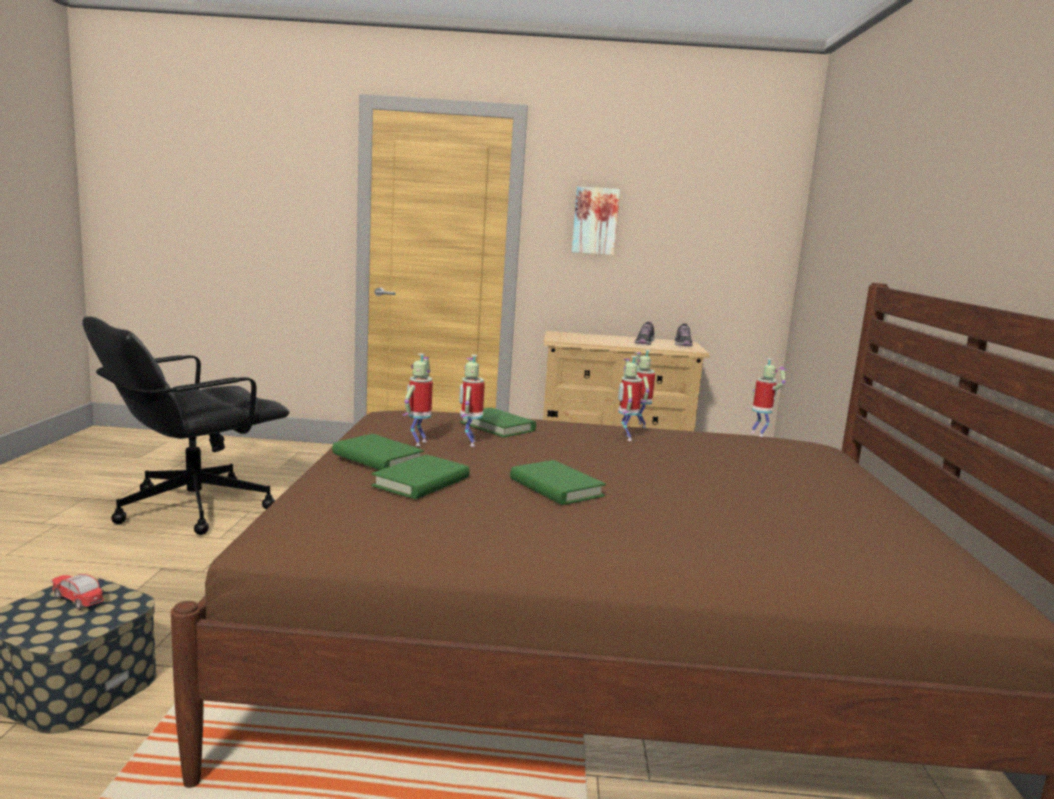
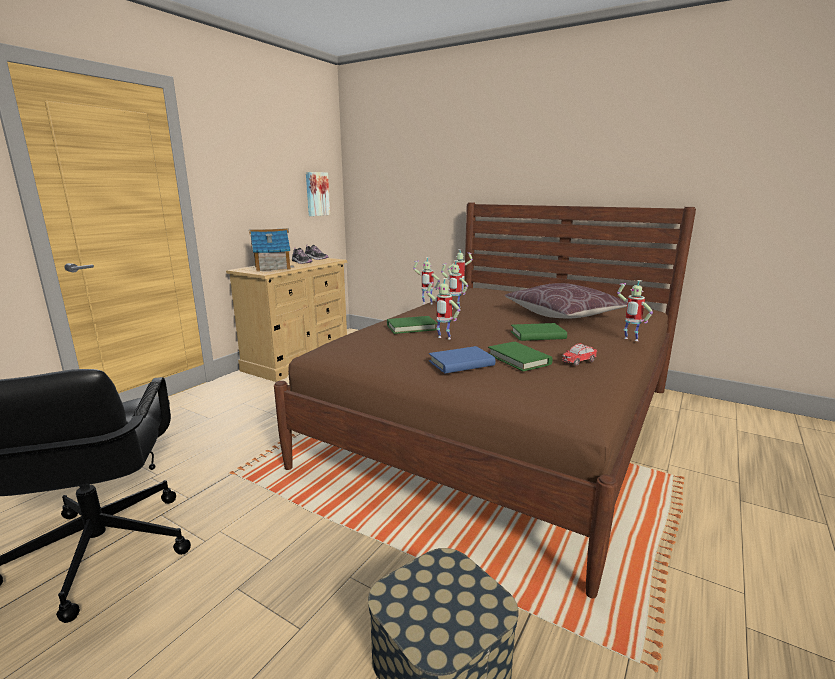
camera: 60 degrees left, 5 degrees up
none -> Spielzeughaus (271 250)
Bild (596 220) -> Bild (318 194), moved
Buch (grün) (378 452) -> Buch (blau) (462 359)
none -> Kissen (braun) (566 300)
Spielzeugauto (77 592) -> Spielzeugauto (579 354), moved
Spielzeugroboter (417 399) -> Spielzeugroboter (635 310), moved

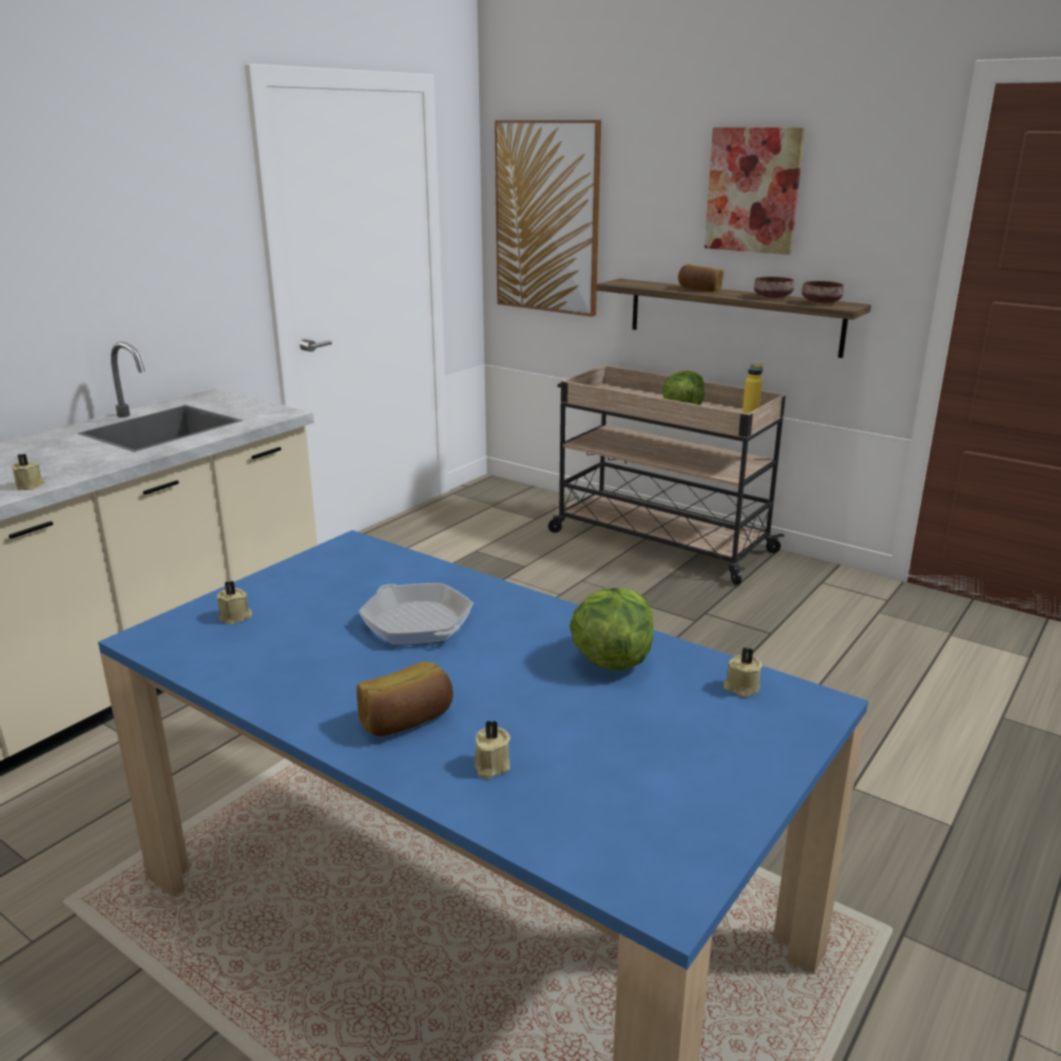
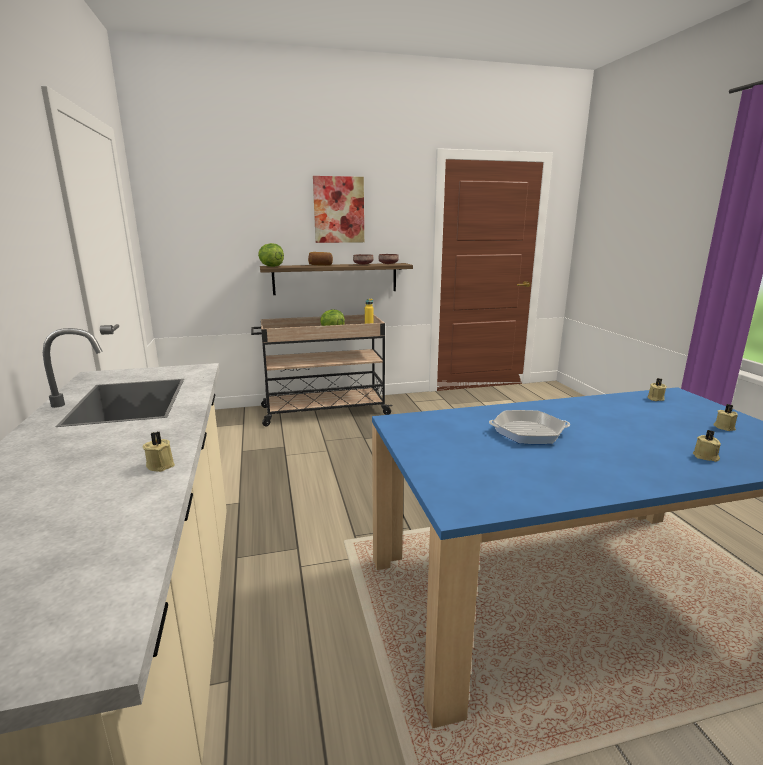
camera: 50 degrees left, 5 degrees down
Salatkopf (611 628) -> Salatkopf (271 255), moved
Kerze (beige) (234 603) -> Kerze (beige) (725 417), moved
Brot (405 698) -> none
Bild (548 218) -> none

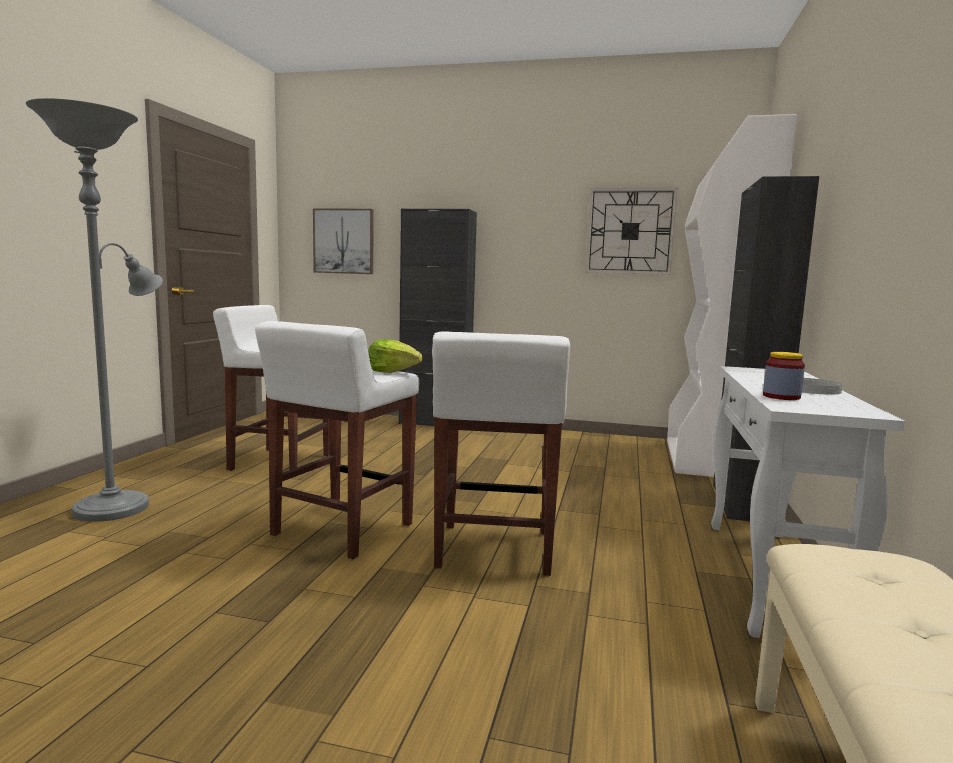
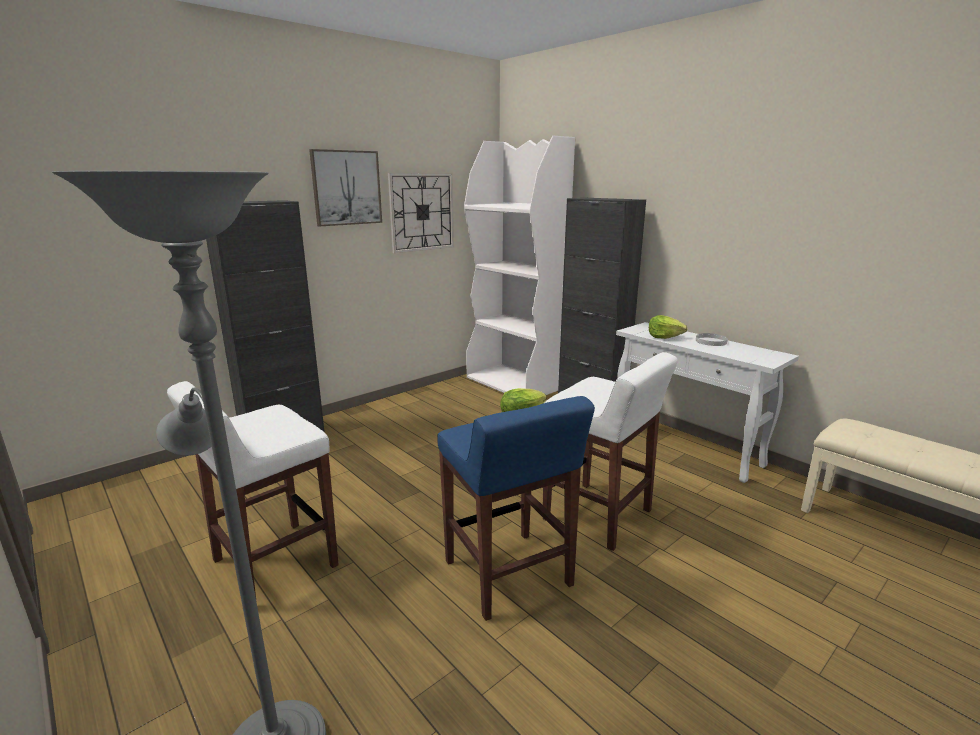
camera: 55 degrees left, 10 degrees up
Bild (343 241) -> Bild (345 187), moved
Hocker (weiß) (337 440) -> Hocker (blau) (516 508)
none -> Salatkopf (668 327)
Vorratsglas (784 376) -> none

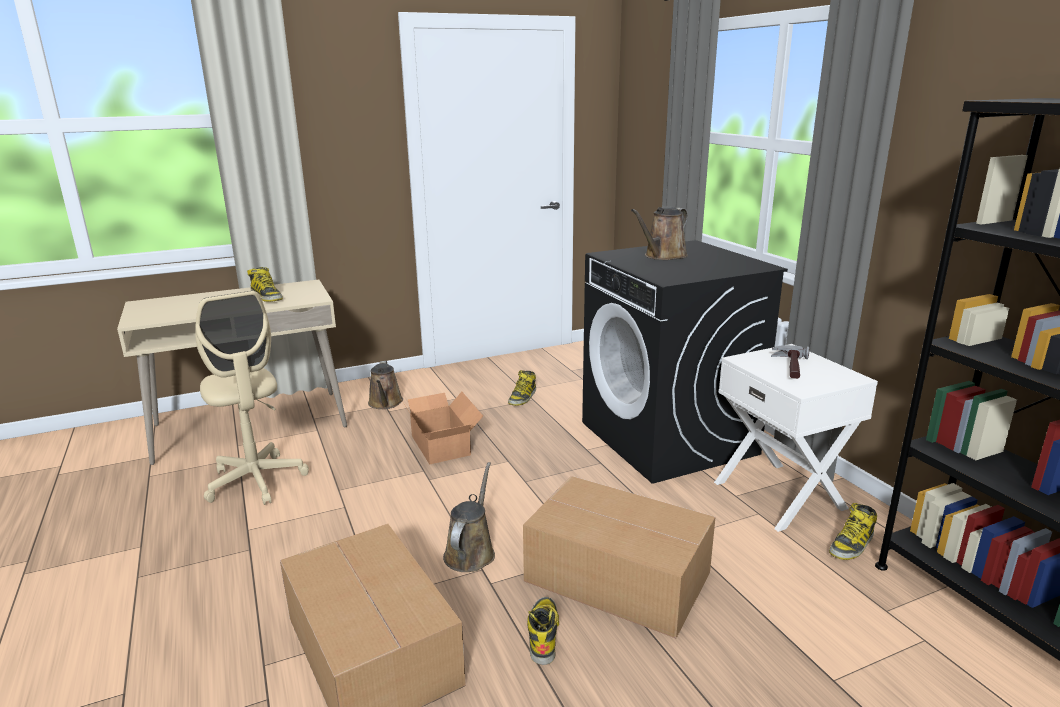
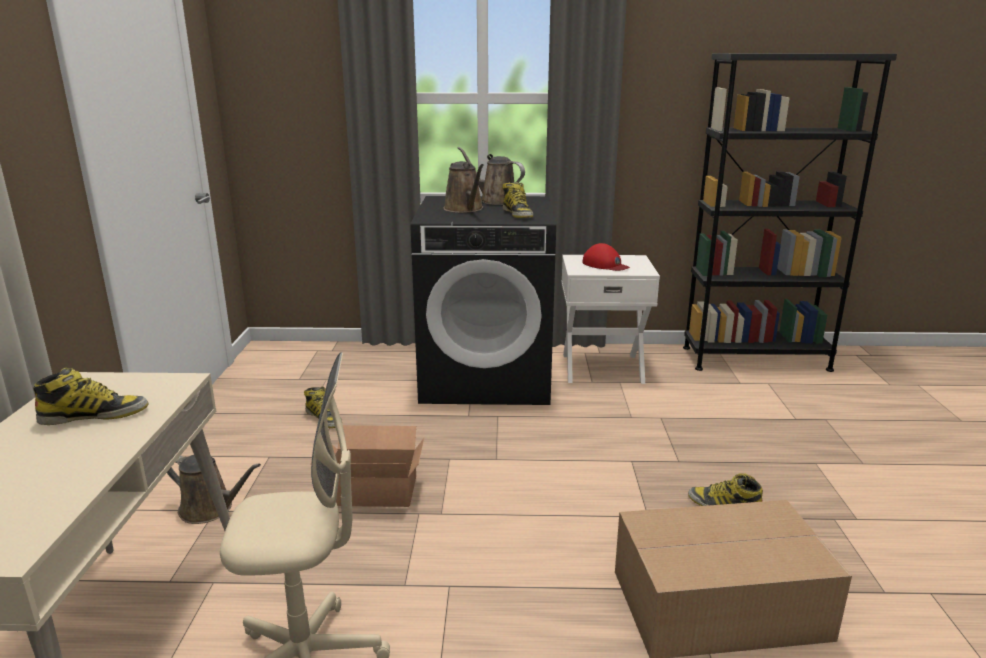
camera: 65 degrees left, 0 degrees up
Gießkanne (braun) (469 517) -> Gießkanne (braun) (491 176), moved
Stiefel (853 531) -> Stiefel (517 200), moved
Hammer (790 362) -> Kappe (rot) (606 257)
Karton (619 557) -> none

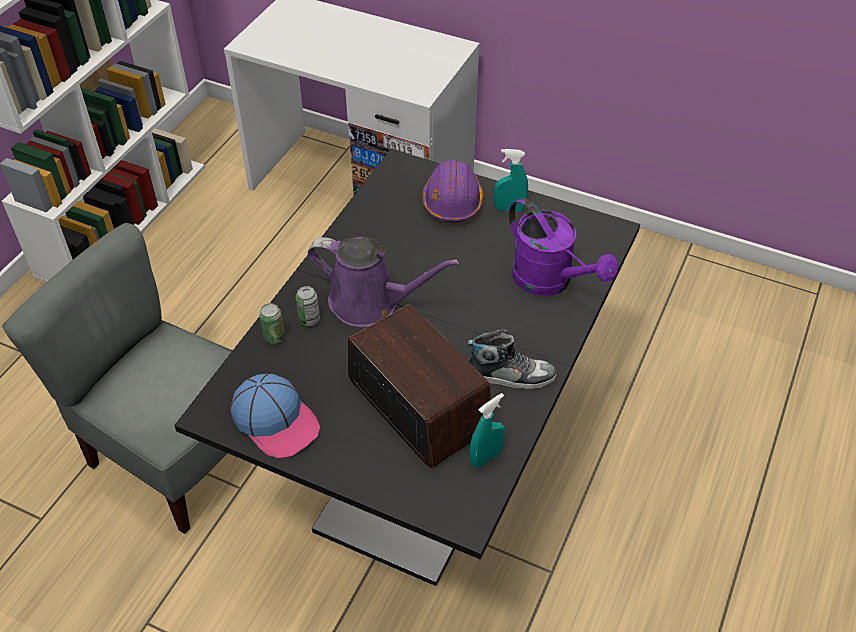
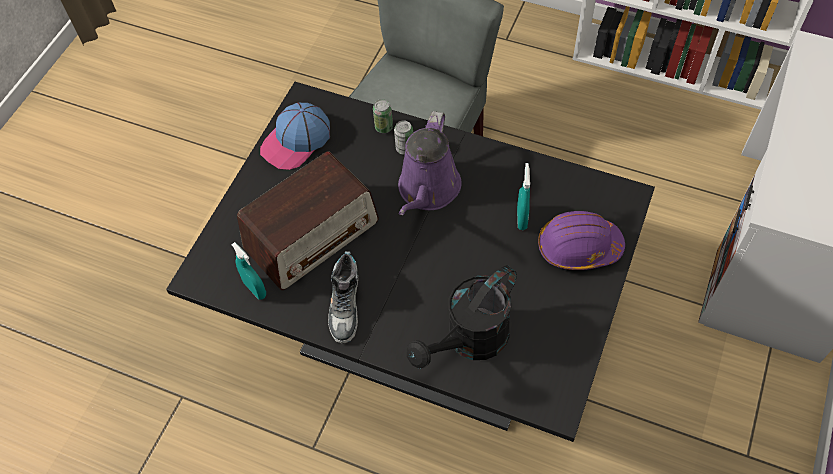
camera: 90 degrees right, 10 degrees up
Gießkanne (lila) (563 247) -> Gießkanne (schwarz) (462 317)
Sprühflasche (türkis) (511 180) -> Sprühflasche (türkis) (523 196), moved

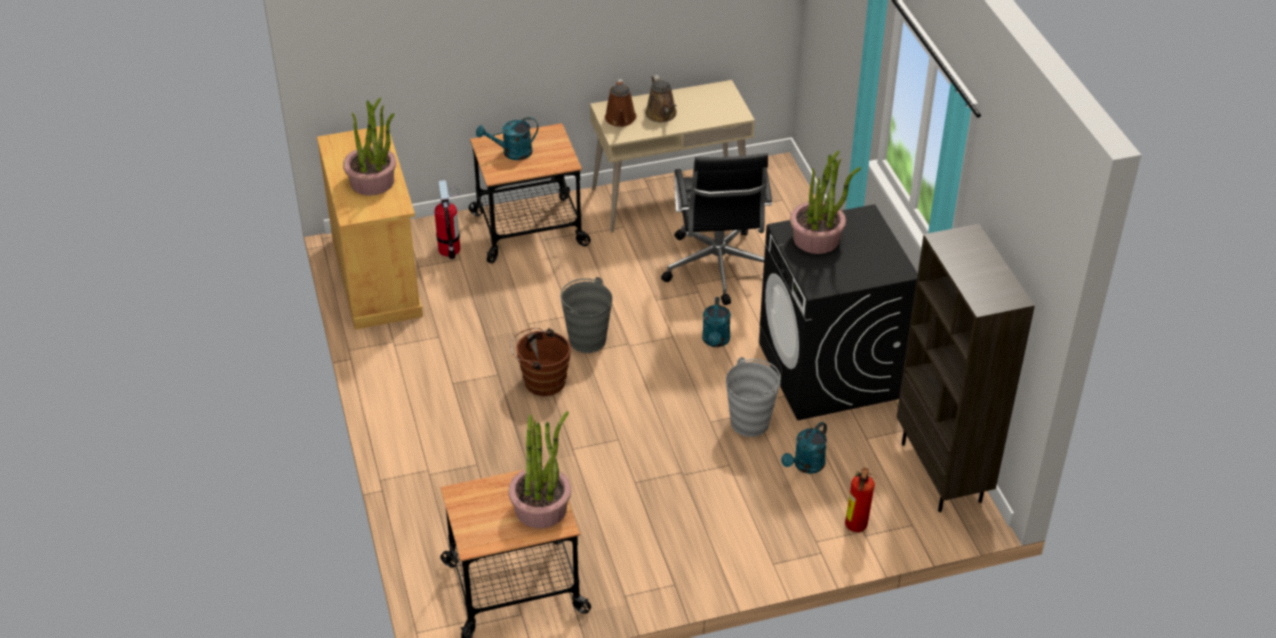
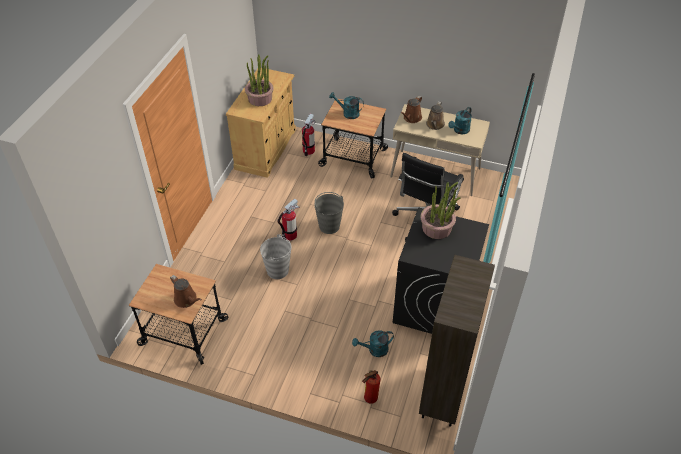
camera: 35 degrees right, 5 degrees up
Topfpflanze (539 469) -> Gießkanne (braun) (186 291)
Eimer (grau) (753 397) -> Eimer (grau) (276 256), moved
Eimer (braun) (541 361) -> Feuerlöscher (288 219)
Gießkanne (türkis) (716 322) -> Gießkanne (türkis) (460 120), moved

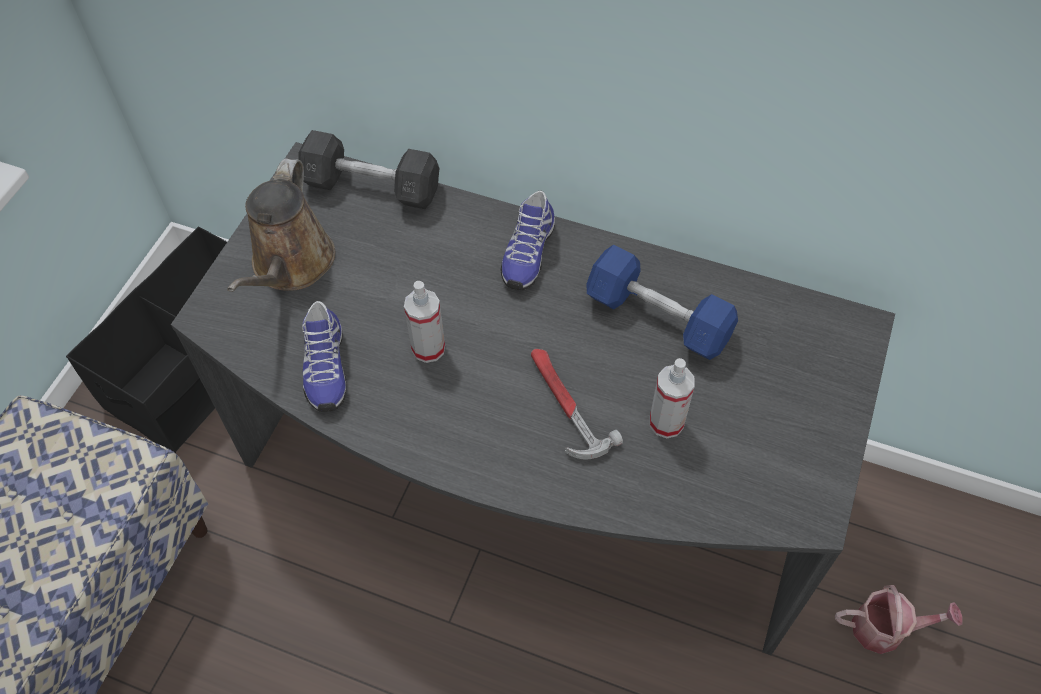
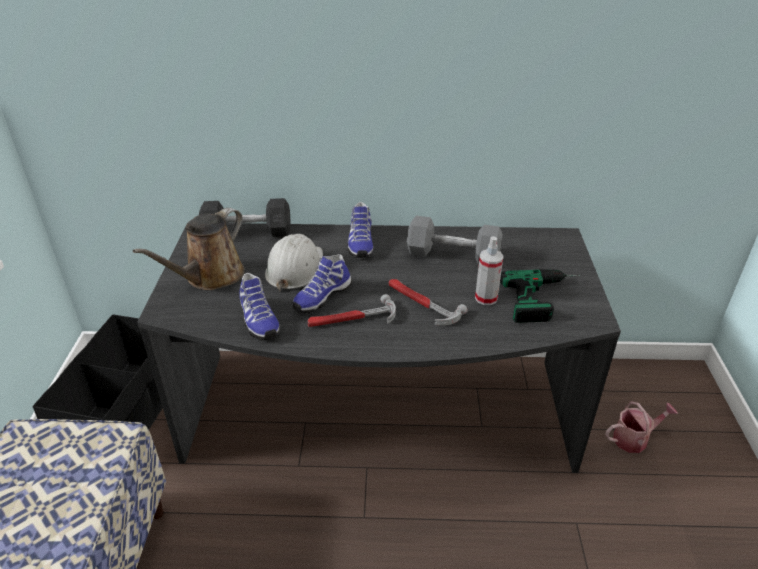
camera: 20 degrees left, 20 degrees down
Gießkanne (braun) (281 225) -> Gießkanne (braun) (189 249), 45 degrees clockwise
none -> Schutzhelm (weiß) (294 263)
Sprühflasche (424 322) -> Schuh (322 283)
none -> Hammer (352 310)
Hantel (blau) (662 302) -> Hantel (grau) (455 240)
none -> Bohrmaschine (540 296)

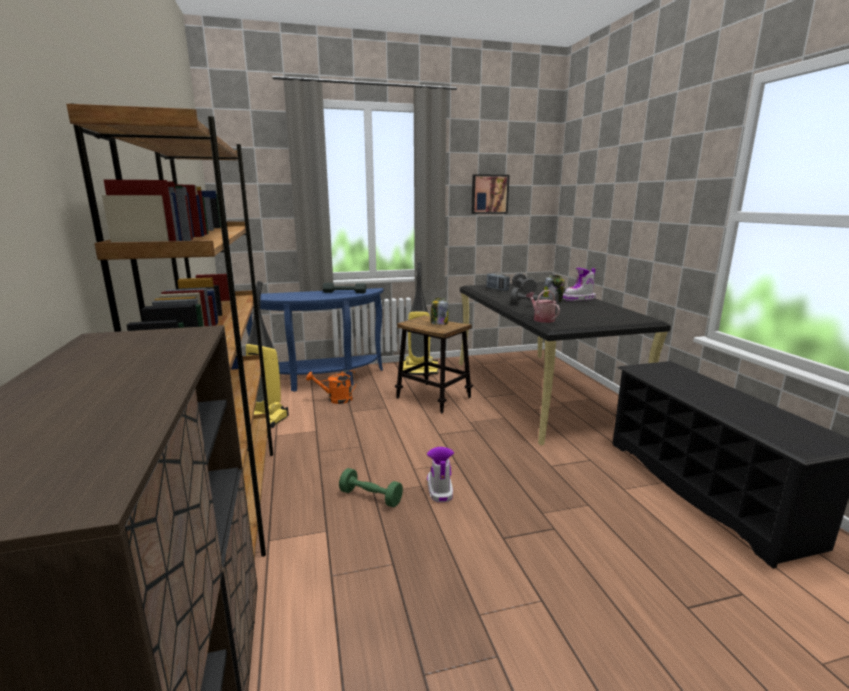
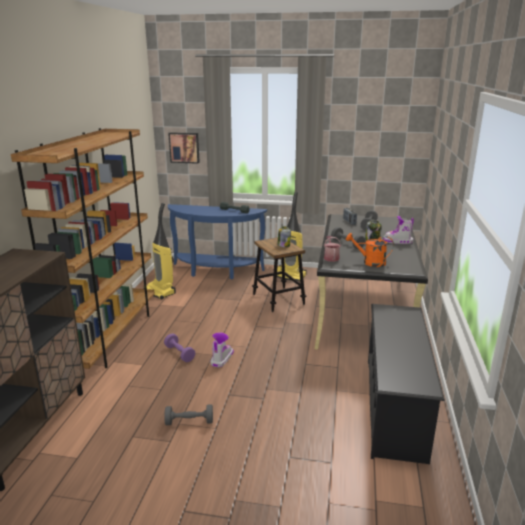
camera: 25 degrees right, 5 degrees up
Hantel (grün) (371 487) -> Hantel (lila) (179 347)
none -> Hantel (grau) (188 414)
Bild (490 194) -> Bild (184 148), moved
Gießkanne (orange) (331 387) -> Gießkanne (orange) (370 250), moved

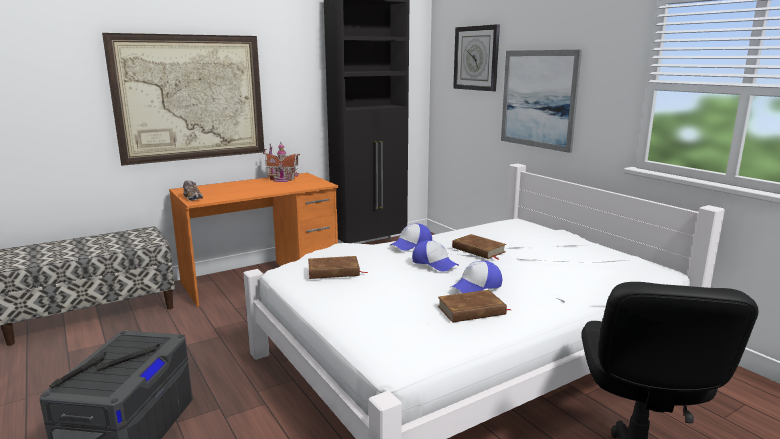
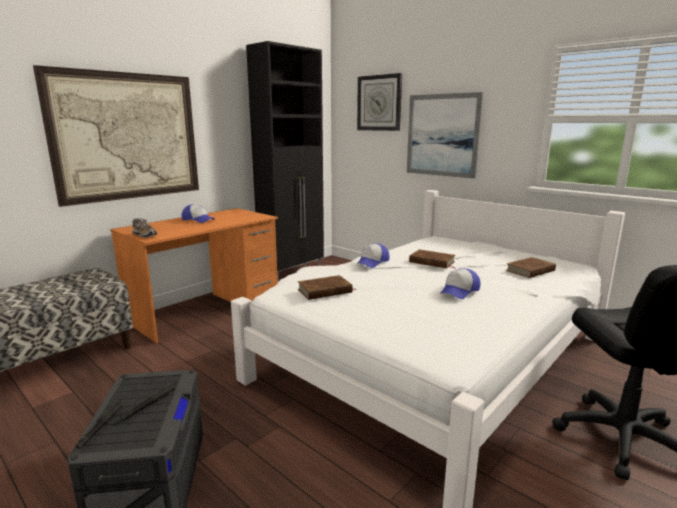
camera: 15 degrees left, 0 degrees up
Kappe (435 256) -> Kappe (198 213), moved
Buch (braun) (474 306) -> Buch (braun) (531 267), moved
Spielzeughaus (281 162) -> none

